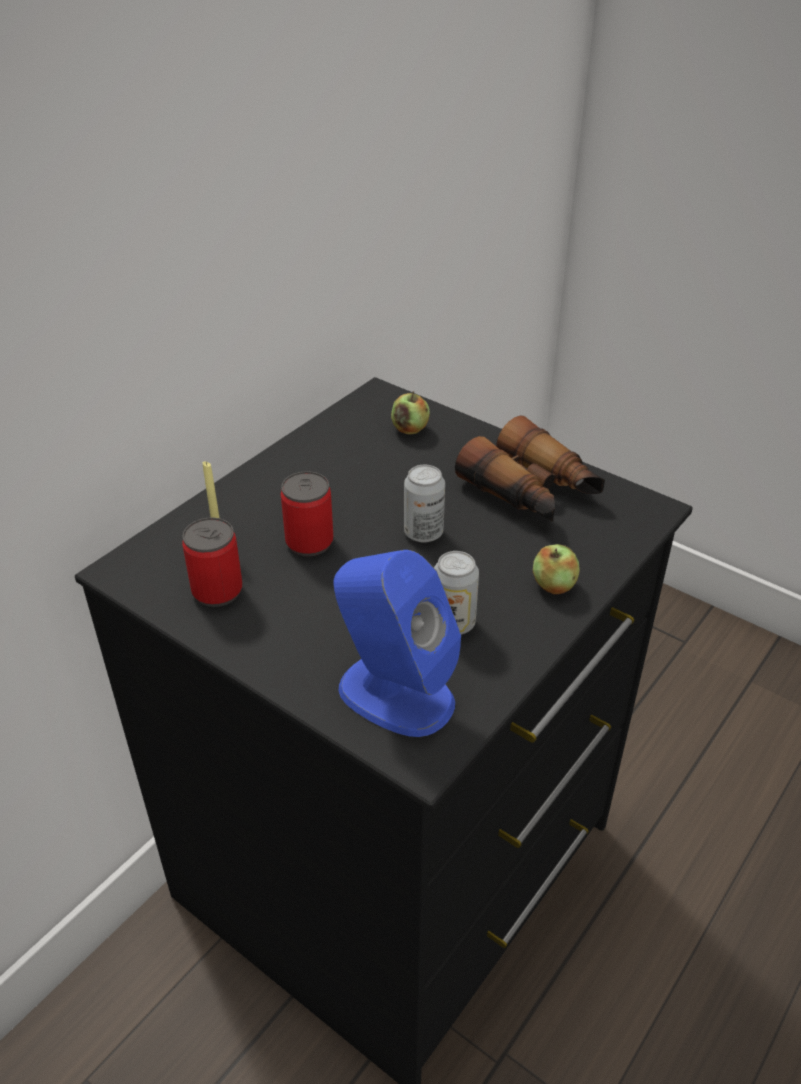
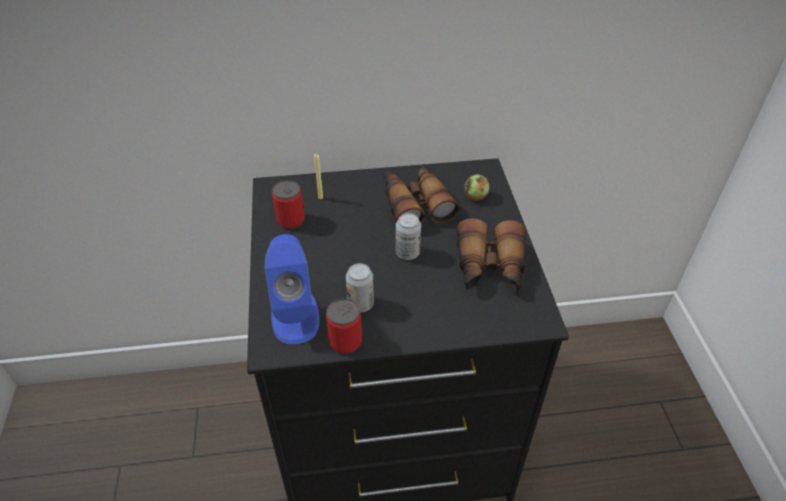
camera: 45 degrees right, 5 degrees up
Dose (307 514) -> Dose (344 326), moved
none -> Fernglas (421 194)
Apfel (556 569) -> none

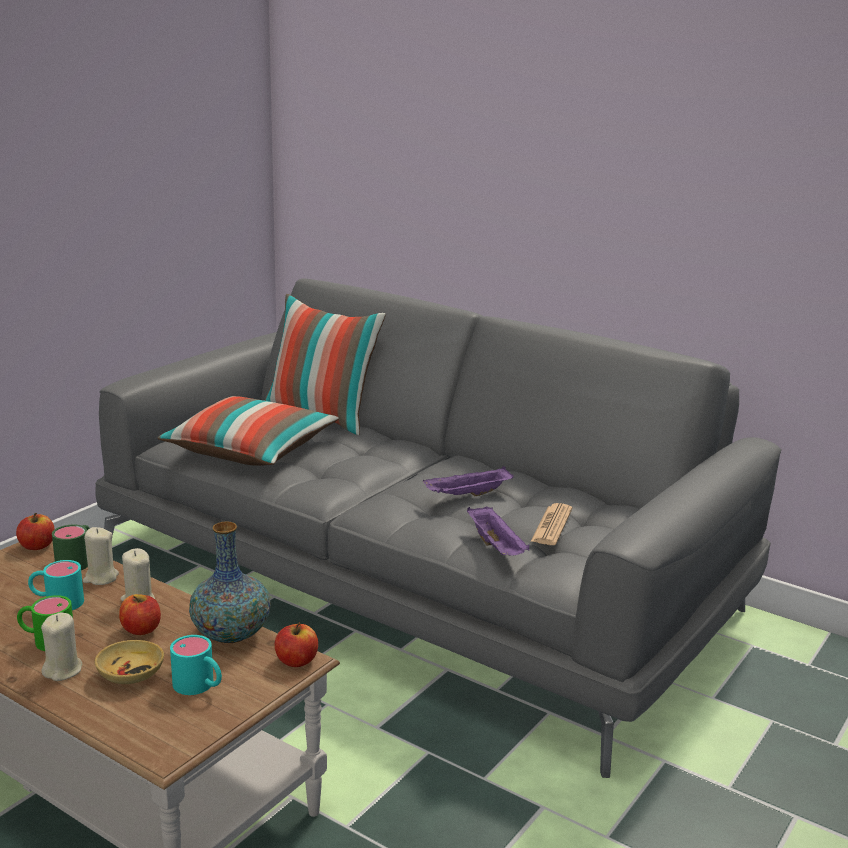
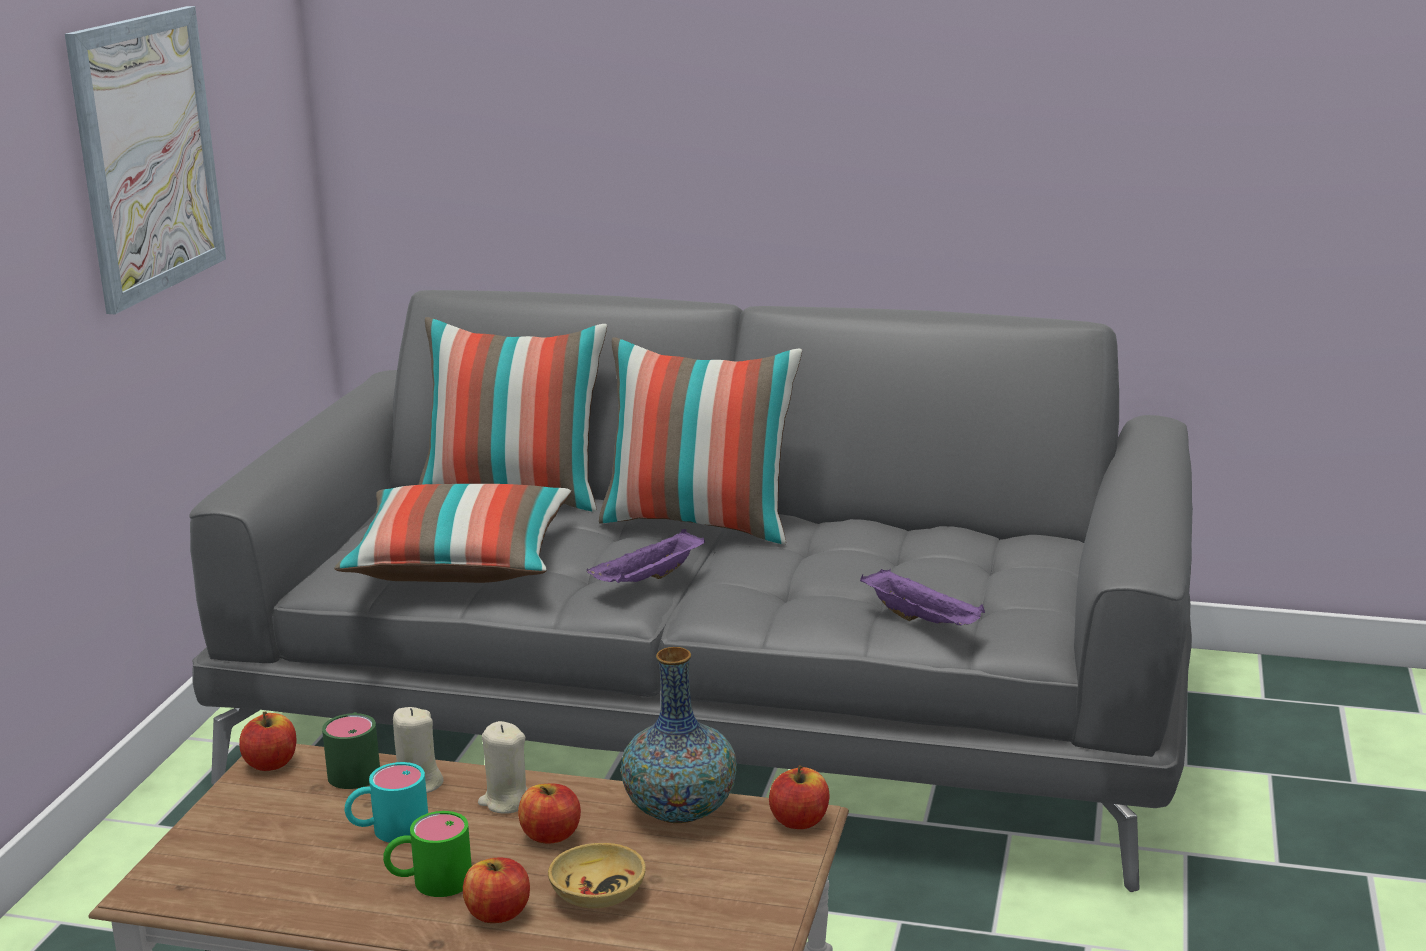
camera: 20 degrees left, 0 degrees up
none -> Bild (145 160)
Kerze (beige) (61 646) -> Apfel (496 890)
Tablett (lila) (468 481) -> Tablett (lila) (646 556), moved
none -> Kissen (700 440)
Henkelbecher (türkis) (196 665) -> none
Zeitung (551 524) -> none

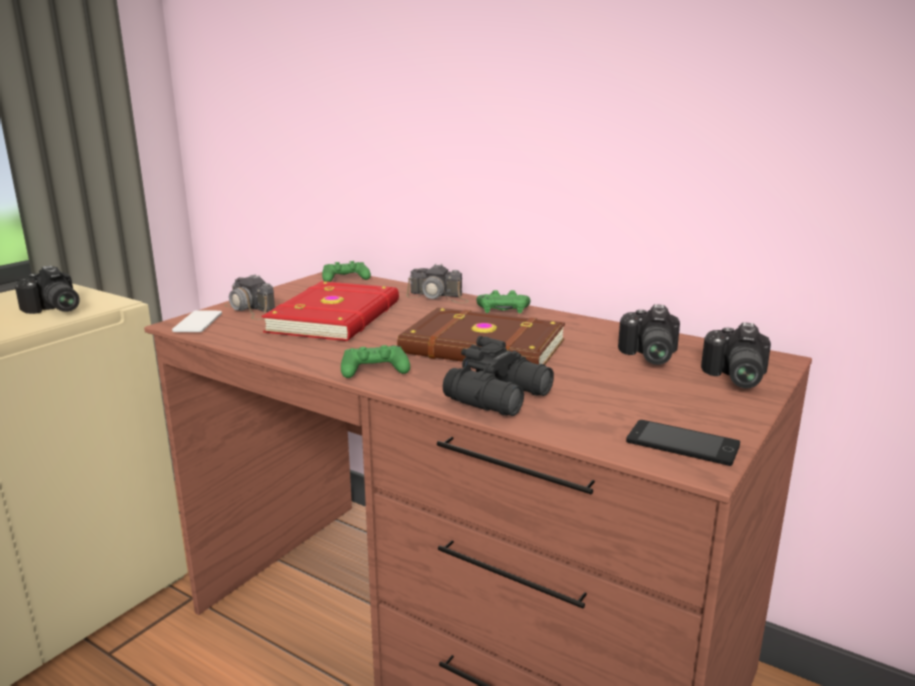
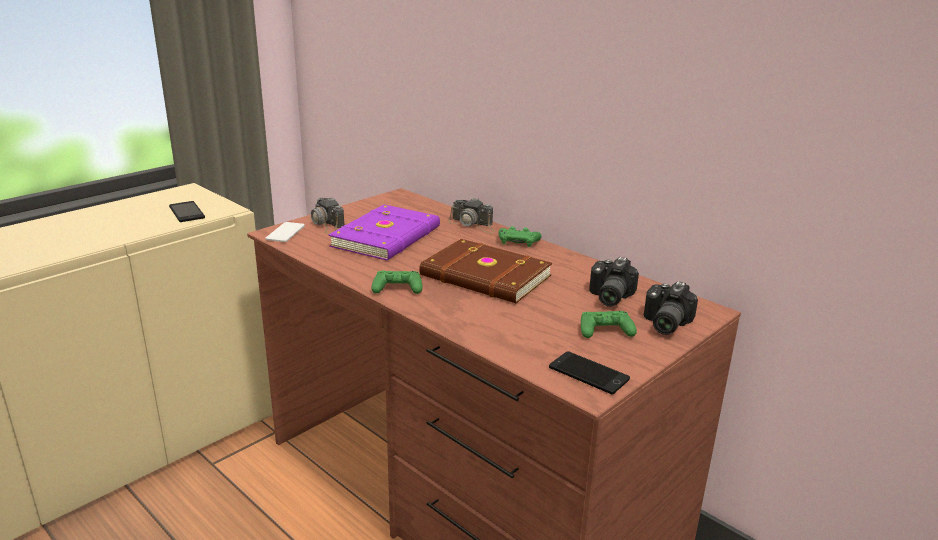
camera: 10 degrees right, 5 degrees up
Kamera (47 289) -> Handy (187 211)
Buch (rot) (330 311) -> Buch (lila) (384 232)
Gamepad (grün) (346 271) -> Gamepad (grün) (609 324), moved
Fernglas (schwarz) (498 376) -> none

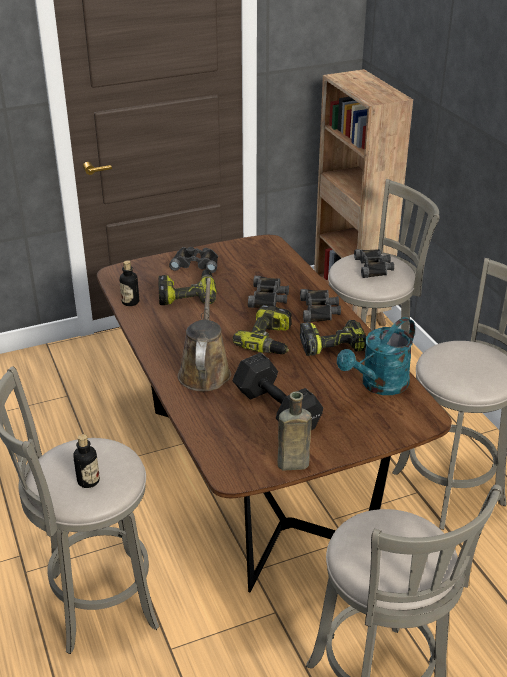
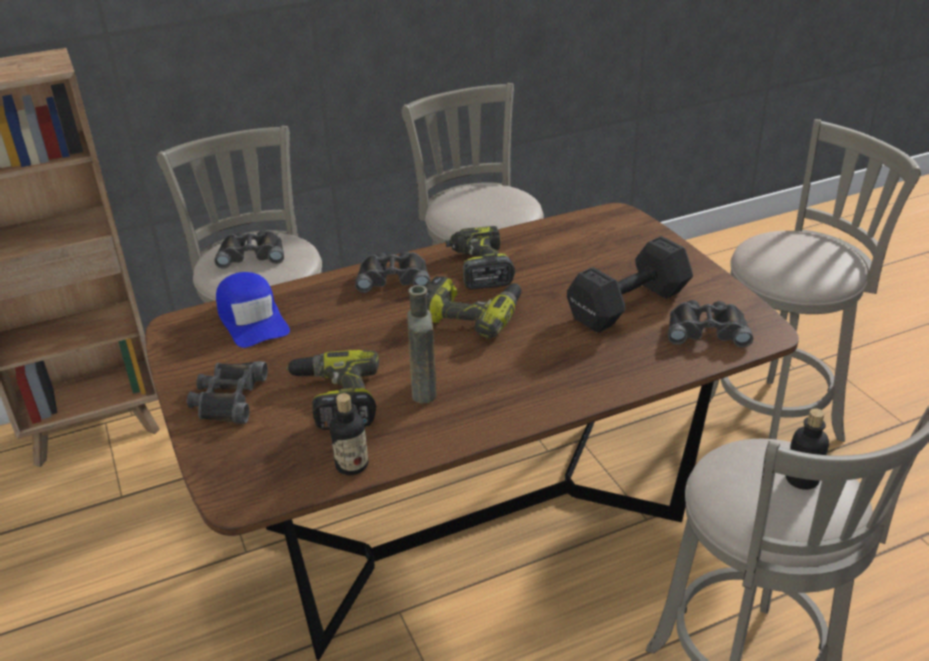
camera: 90 degrees left, 0 degrees up
none -> Kappe (blau) (253 310)
Flasche (braun) (295 430) -> Flasche (braun) (421 344), moved
Fernglas (schwarz) (268 292) -> Fernglas (schwarz) (710 323), moved
Gießkanne (braun) (204 335) -> none
Gießkanne (türkis) (376 356) -> none

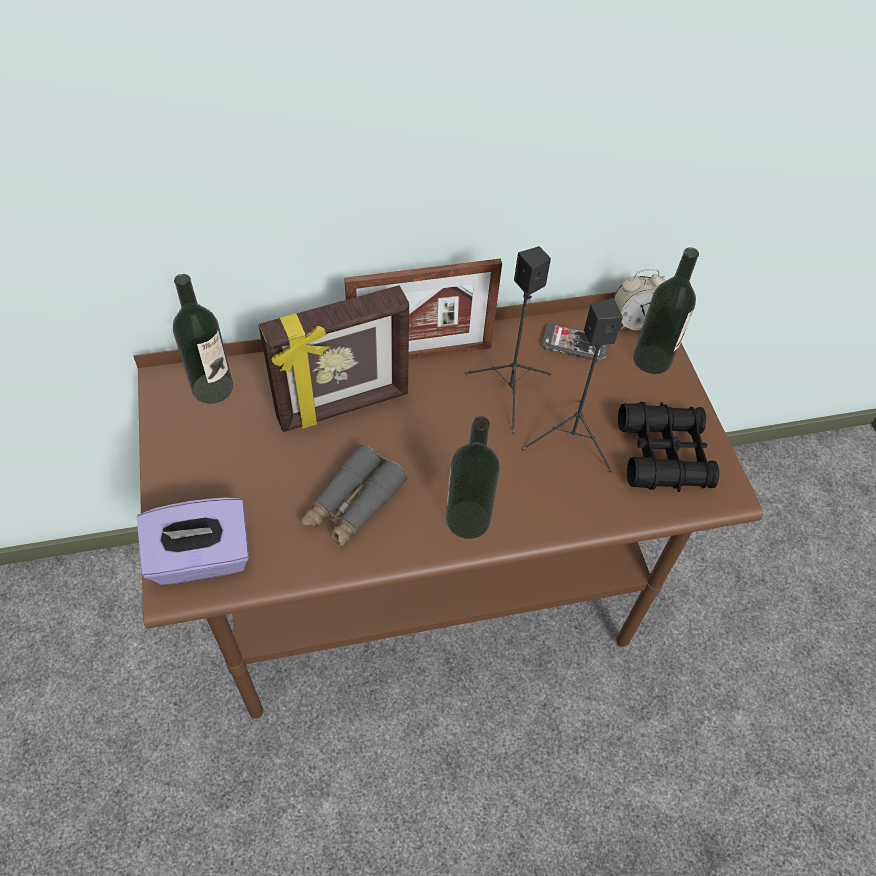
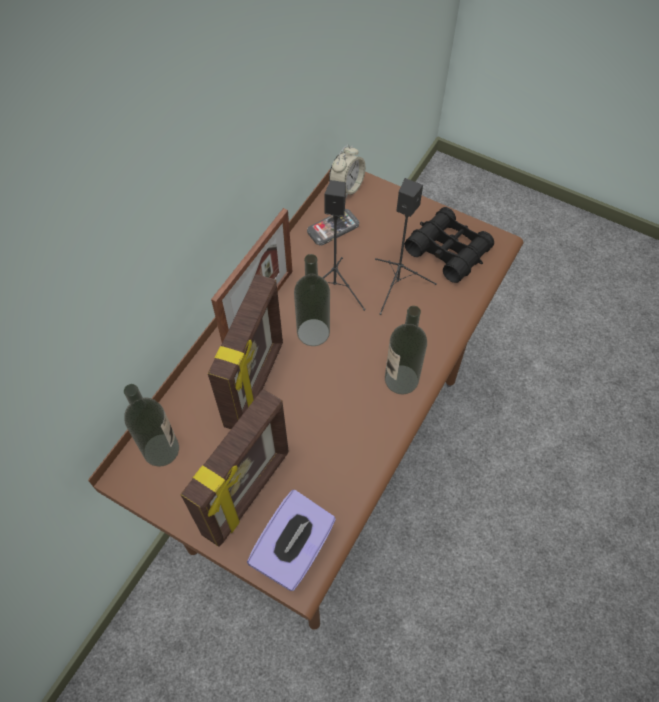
camera: 45 degrees left, 5 degrees up
none -> Bilderrahmen (235 468)
Flasche (666 310) -> Flasche (312 300), moved
Fernglas (grau) (354 496) -> none

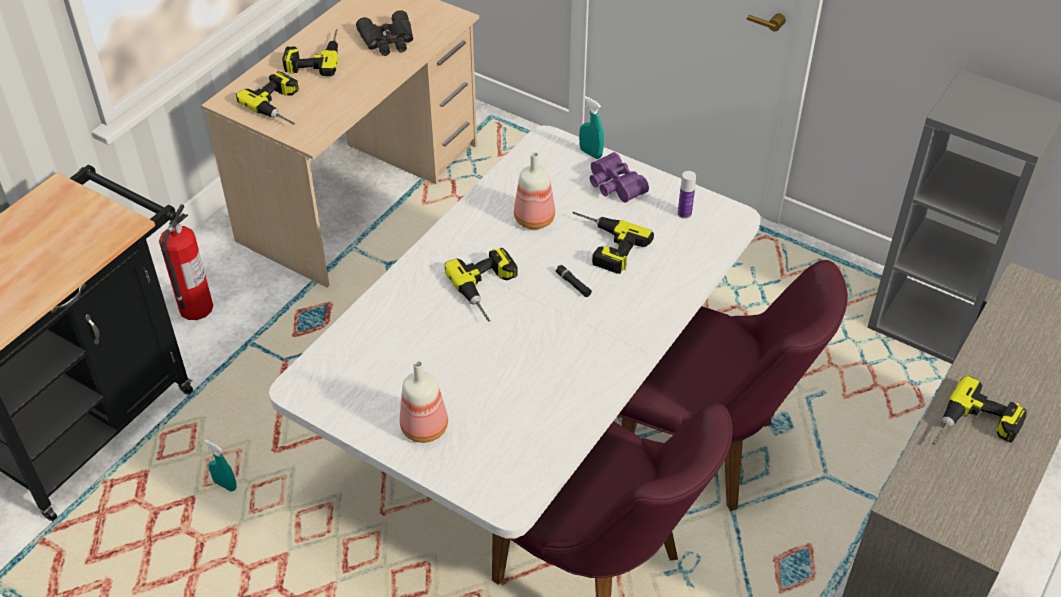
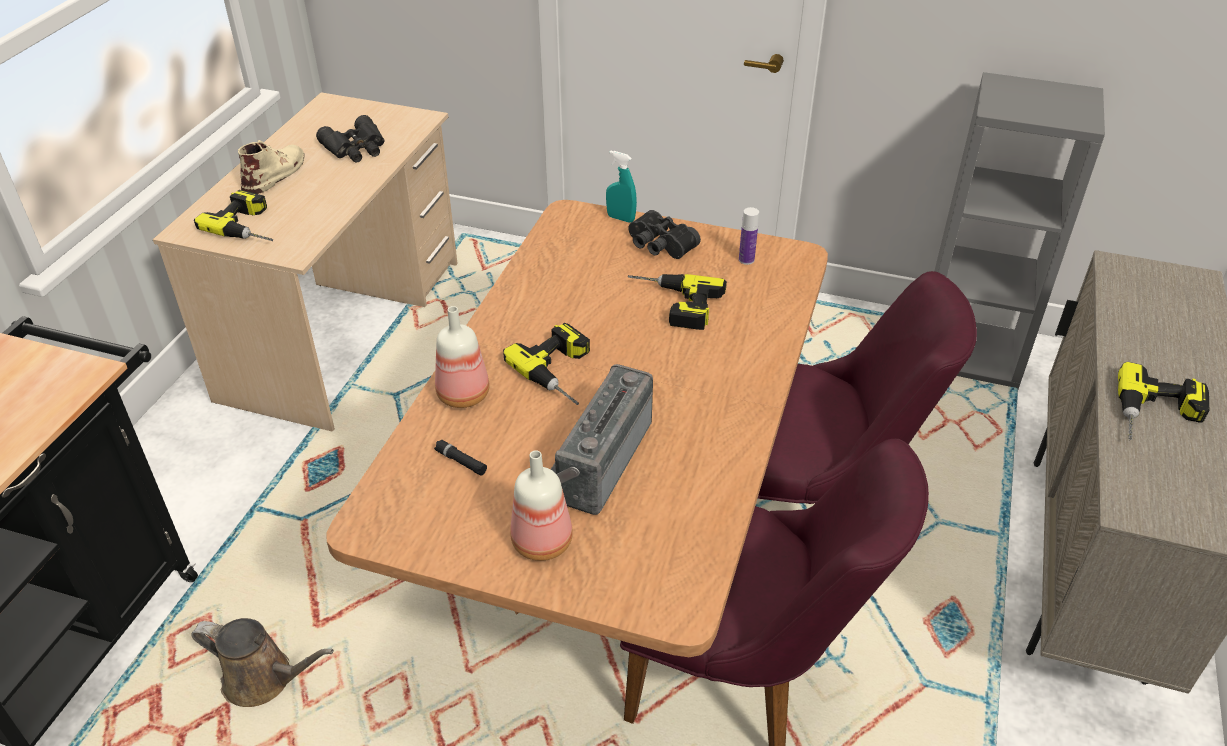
camera: 15 degrees left, 5 degrees down
Sprühflasche (türkis) (220 465) -> Gießkanne (braun) (262 662)
Bohrmaschine (310 52) -> Stiefel (beige) (271 167)
Esstisch (weiß) (515 332) -> Esstisch (braun) (577 428)
Taschenlampe (schwarz) (573 281) -> Taschenlampe (schwarz) (460 457), moved
Flasche (534 190) -> Flasche (462 357), moved
none -> Radio (602 439)
Fernglas (lila) (619 177) -> Fernglas (schwarz) (664 234)
Feuerlöscher (186 262) -> none

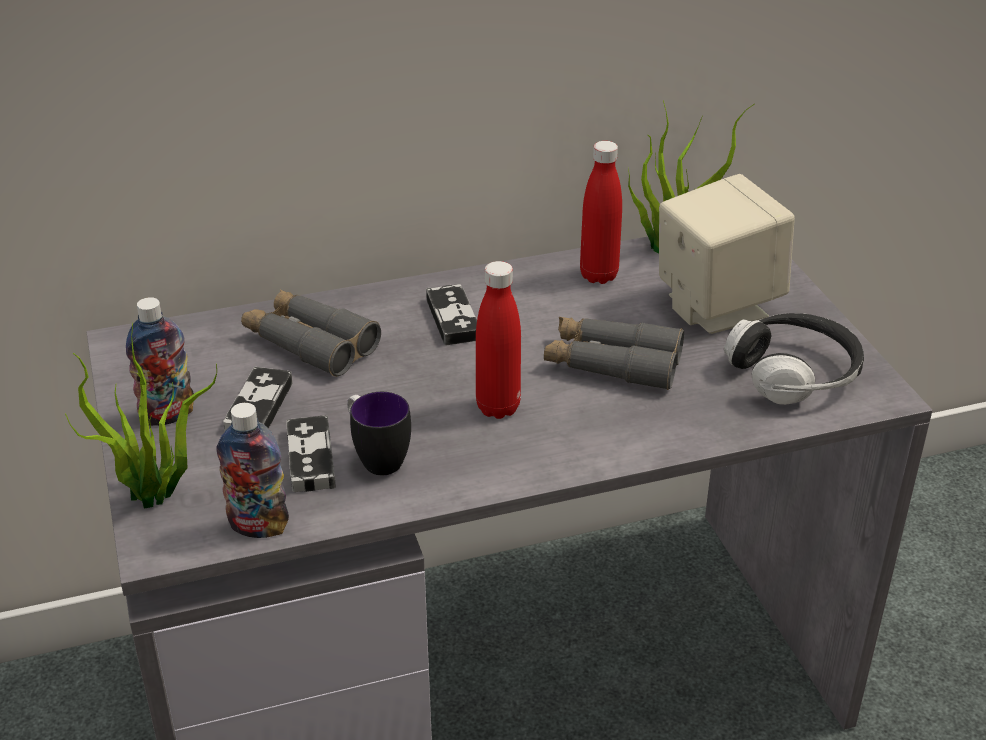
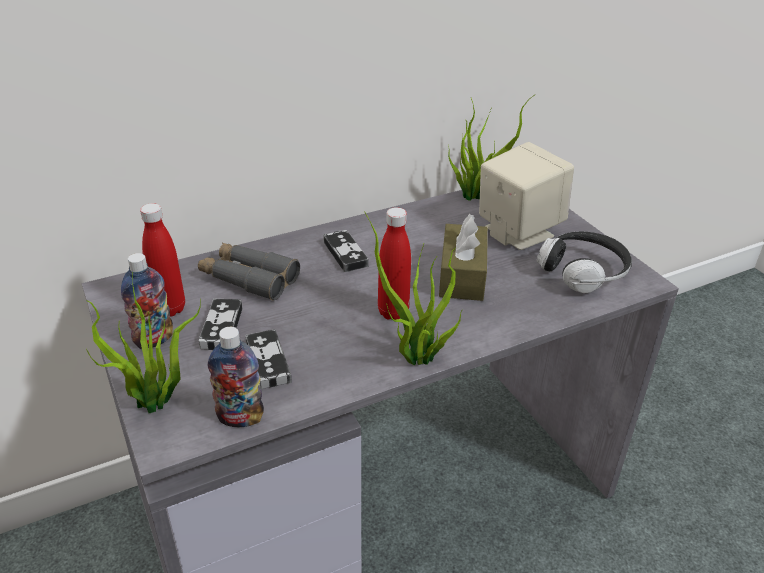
camera: 10 degrees left, 0 degrees up
Flasche (rot) (601 212) -> Flasche (rot) (162 259), moved
none -> Topfpflanze (413 288)
Fernglas (grau) (614 353) -> Taschentuchbox (braun) (463 257)
Henkelbecher (379 433) -> none

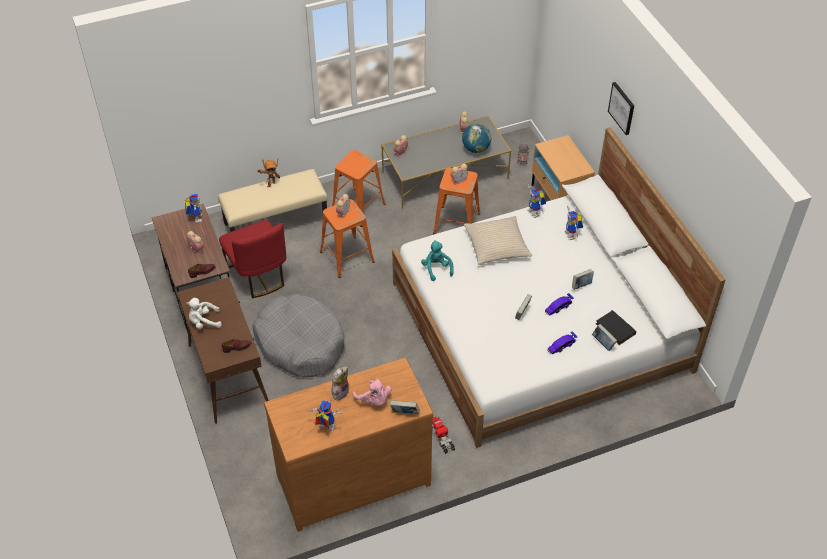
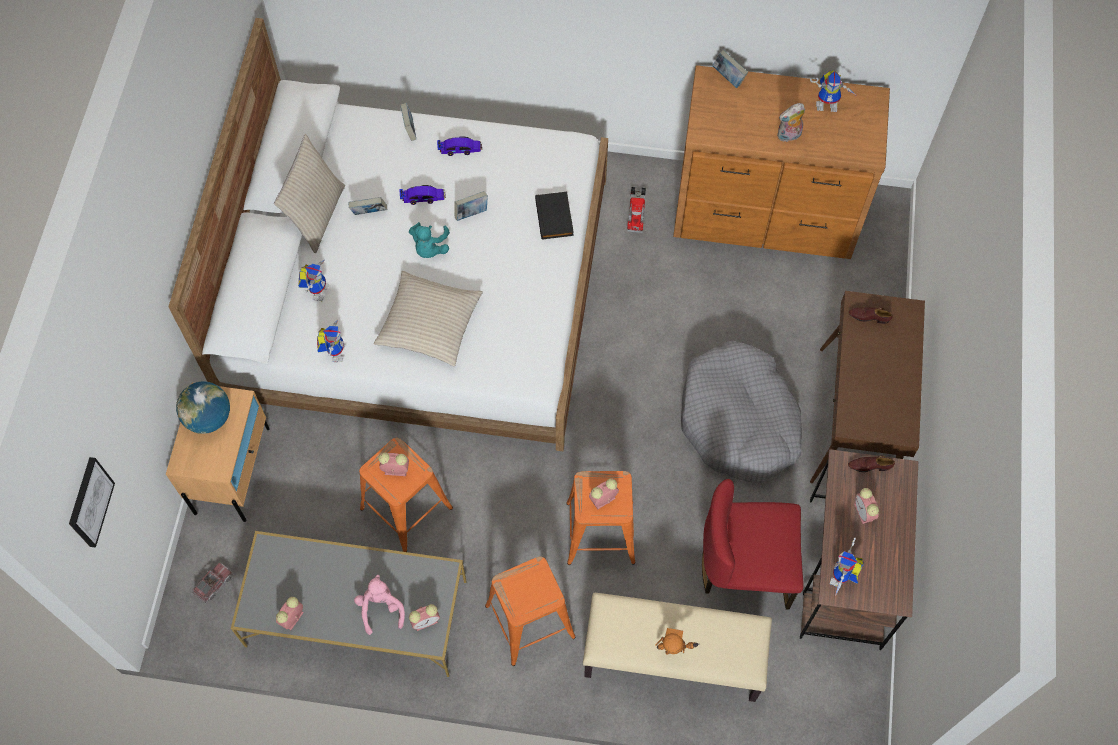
camera: 150 degrees left, 15 degrees up
Bild (621 108) -> Bild (92 502), moved
Globus (476 138) -> Globus (203 407), moved
none -> Kissen (beige) (309 193)
Plüschtier (rosa) (372 392) -> Plüschtier (rosa) (379 605), moved
Plüschtier (türkis) (437 261) -> Plüschtier (türkis) (429 240), moved
Buch (schwarz) (616 327) -> Buch (schwarz) (554 216), moved
Stuhl (rot) (252 259) -> Stuhl (rot) (753 544), 90 degrees counterclockwise
Spielzeugroboter (324 415) -> Spielzeugroboter (833 91), 45 degrees counterclockwise
Plüschtier (weiß) (204 313) -> none

